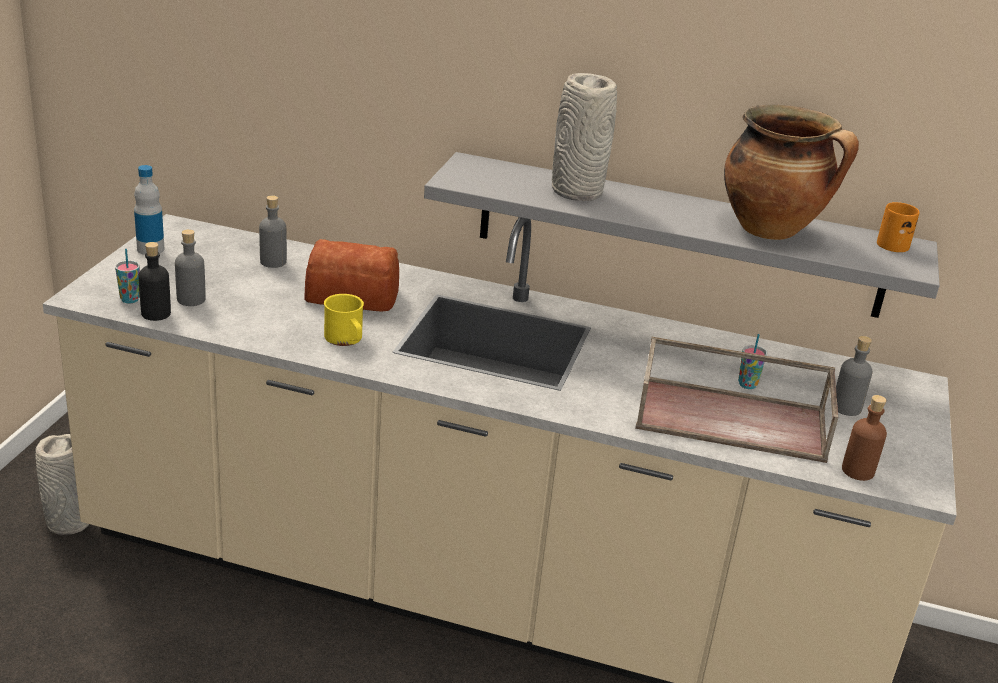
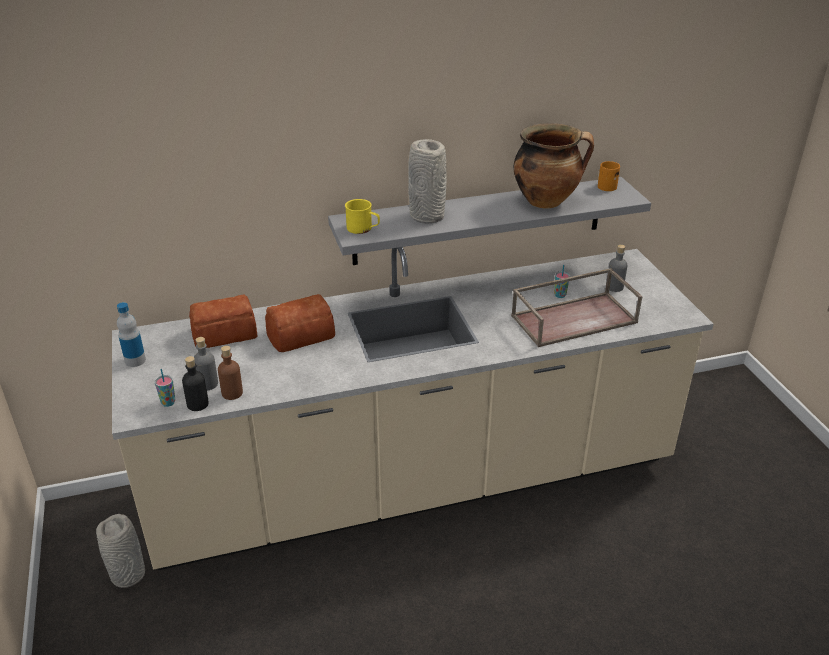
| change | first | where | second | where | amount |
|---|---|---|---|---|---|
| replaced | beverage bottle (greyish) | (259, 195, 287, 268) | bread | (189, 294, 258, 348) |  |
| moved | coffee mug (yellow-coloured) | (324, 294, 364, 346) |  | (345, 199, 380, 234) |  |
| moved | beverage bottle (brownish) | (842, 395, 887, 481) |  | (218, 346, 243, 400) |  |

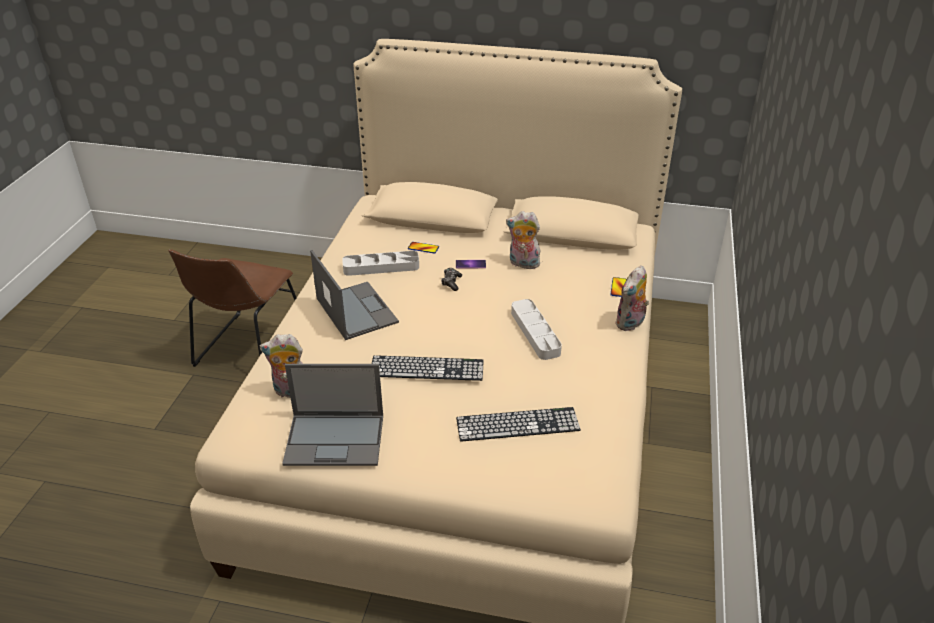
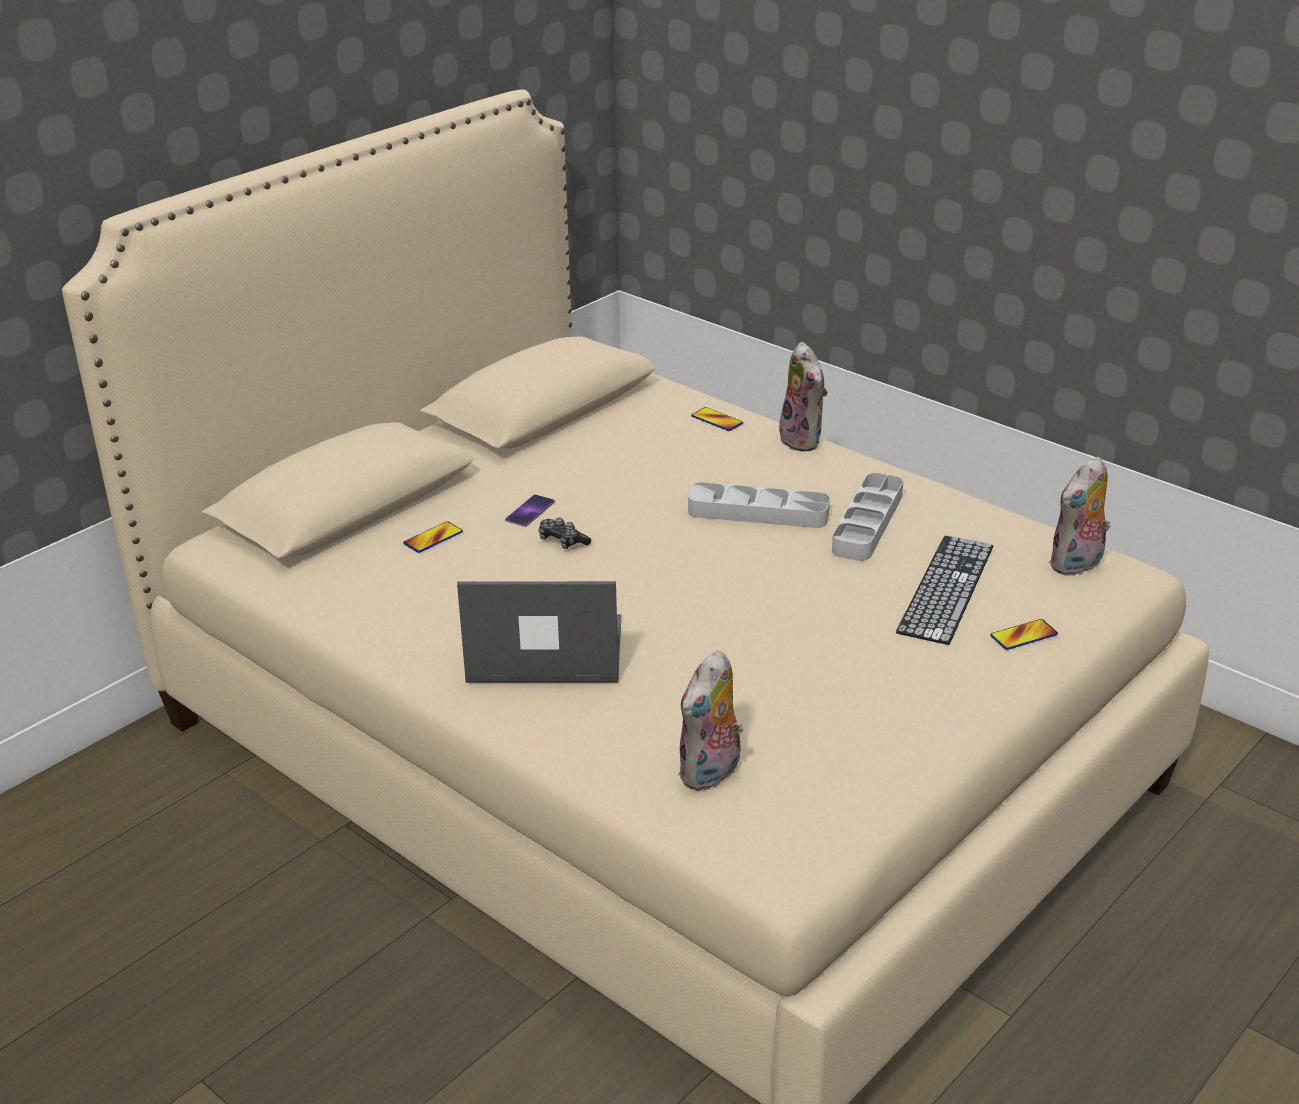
| change | first | where | second | where | amount |
|---|---|---|---|---|---|
| moved | cuddly toy | (506, 211, 540, 269) |  | (1049, 457, 1110, 576) |  |
| removed | chair (brownish) | (168, 249, 297, 367) |  |  |  |
| moved | serving tray (greyish) | (342, 251, 419, 276) |  | (832, 473, 903, 561) |  |
| removed | computer keyboard | (372, 356, 484, 381) |  |  |  |
| removed | portable computer | (282, 364, 383, 466) |  |  |  |
| added |  |  | handset | (991, 619, 1058, 650) |  |

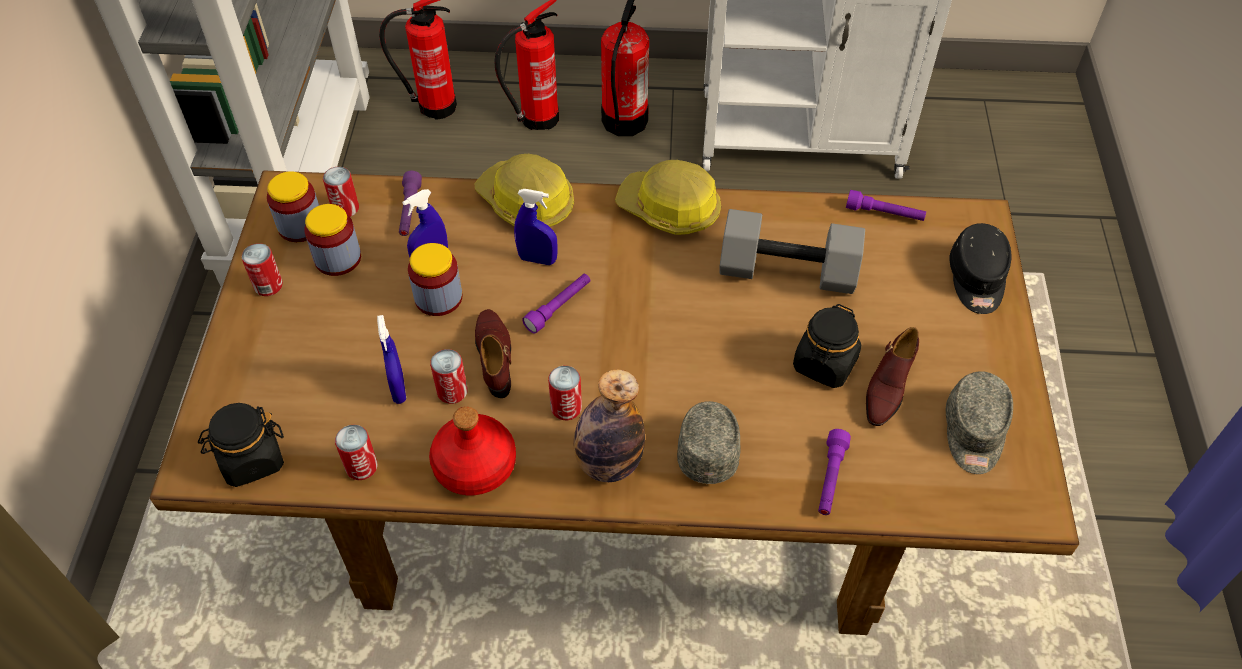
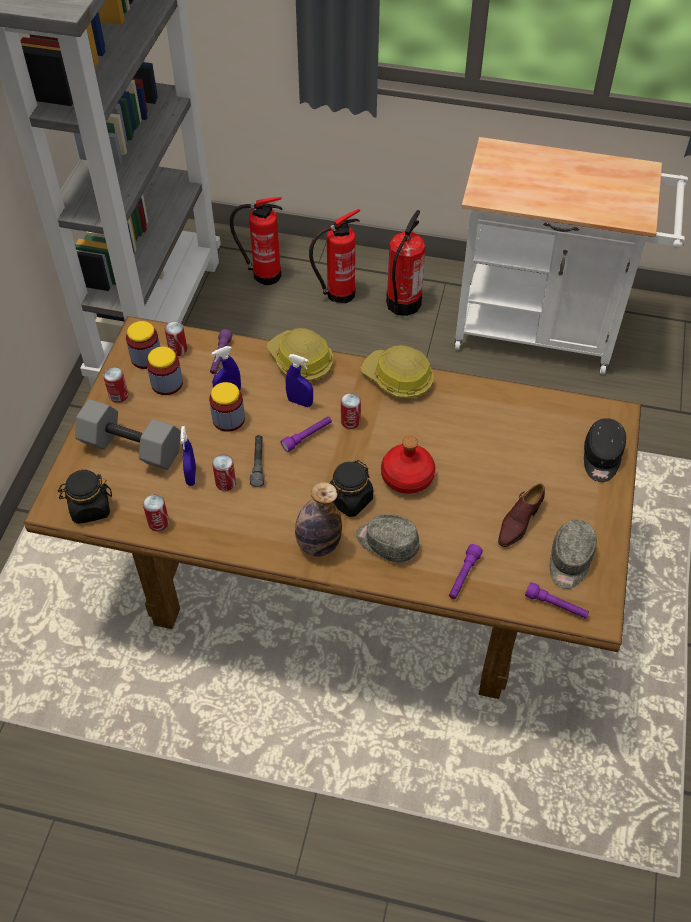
| change | first | where | second | where | amount |
|---|---|---|---|---|---|
| moved | hand torch (purplish) | (846, 190, 926, 221) |  | (525, 582, 589, 619) |  |
| moved | dumbbell (greyish) | (720, 209, 865, 294) |  | (75, 399, 181, 470) |  |
| moved | preserve jar (black) | (793, 304, 862, 388) |  | (330, 460, 373, 517) |  |
| replaced | item of footwear (brownish) | (475, 309, 512, 398) | hand torch (greyish) | (250, 435, 265, 487) |  |
| moved | can | (548, 366, 582, 420) |  | (341, 393, 361, 429) |  |
| turned | peaked cap (greyish) | (677, 401, 741, 484) |  | (356, 514, 419, 563) | 75 degrees counterclockwise |
| moved | beverage bottle (red-coloured) | (429, 407, 516, 495) |  | (381, 436, 436, 494) |  |

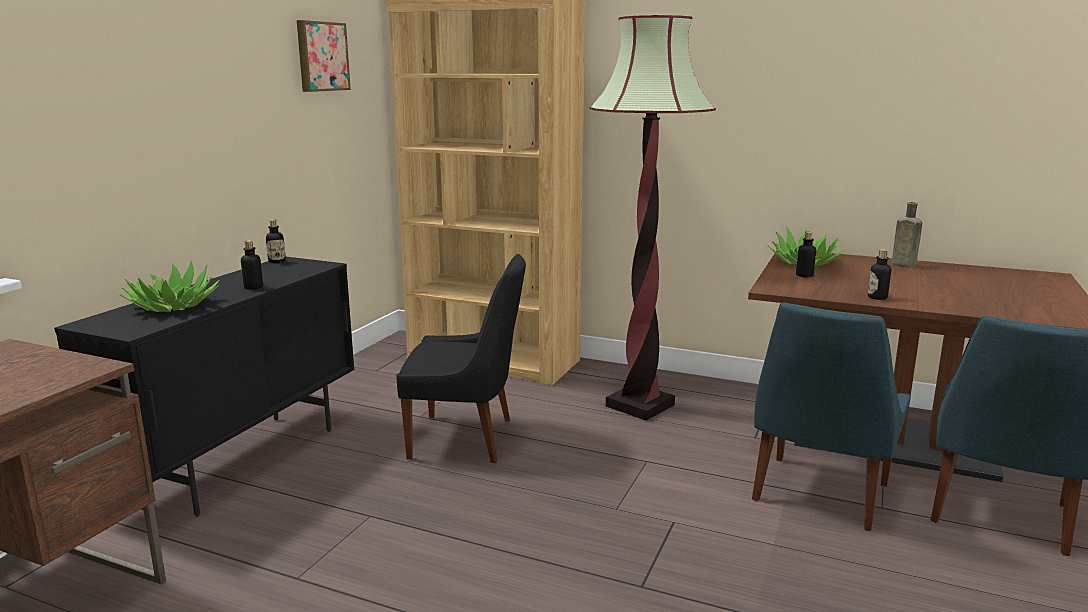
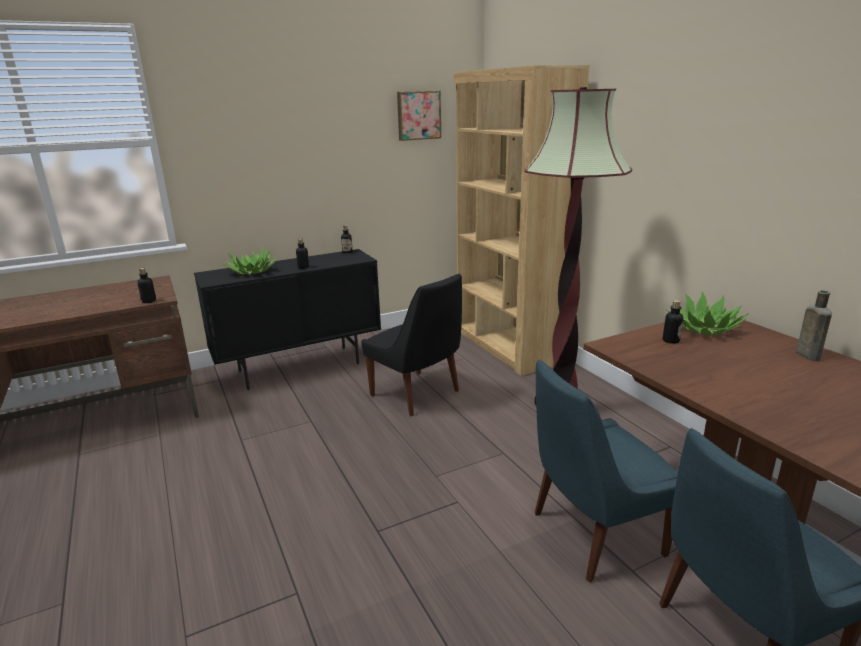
| change | first | where | second | where | amount |
|---|---|---|---|---|---|
| moved | beverage bottle | (868, 249, 891, 300) |  | (138, 268, 156, 303) |  |

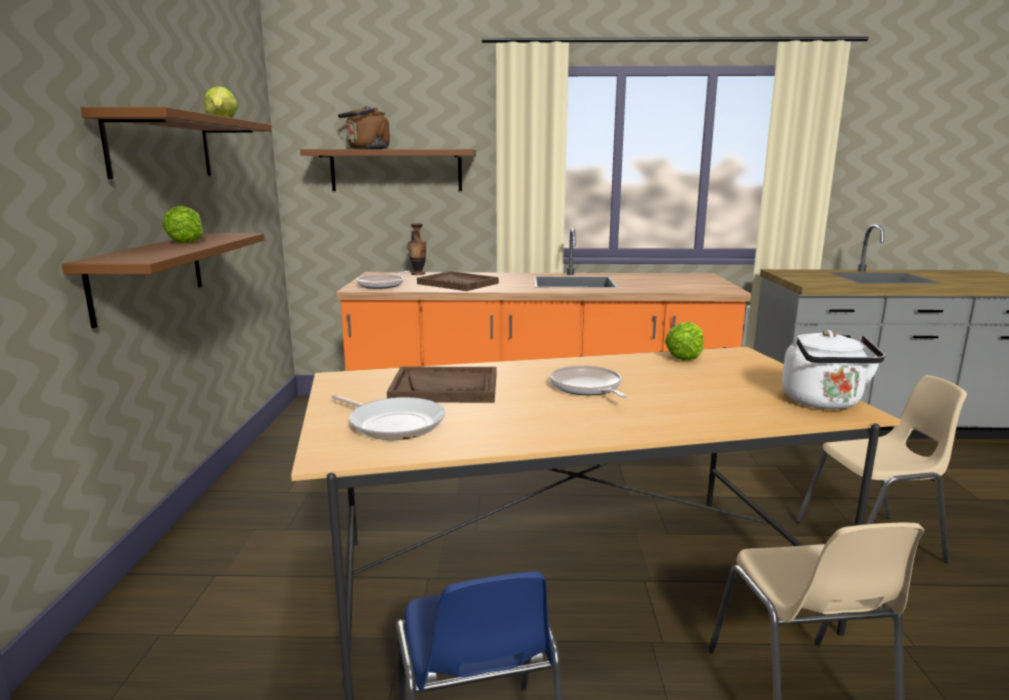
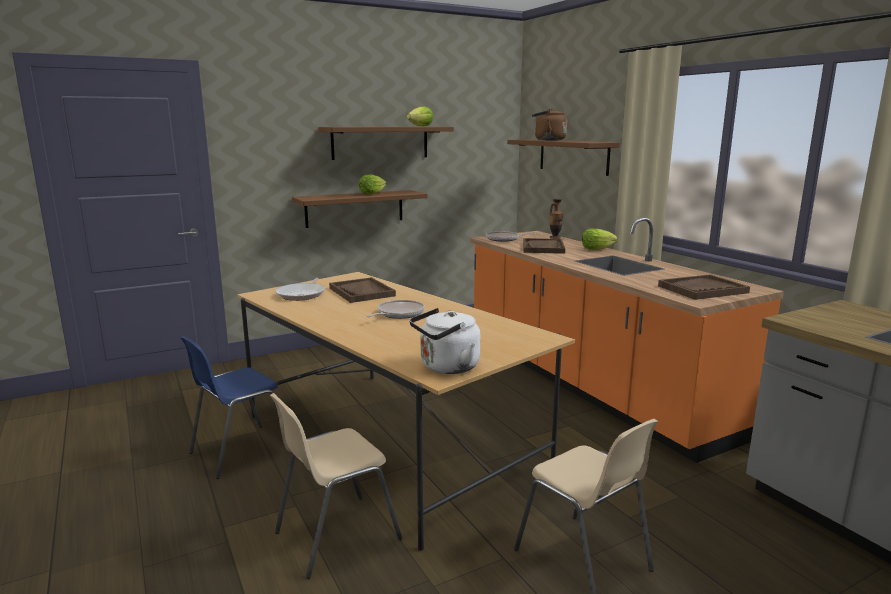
| change | first | where | second | where | amount |
|---|---|---|---|---|---|
| moved | lettuce | (665, 322, 704, 360) |  | (582, 228, 617, 250) |  |
| added |  |  | serving tray (brownish) | (658, 275, 750, 300) |  |

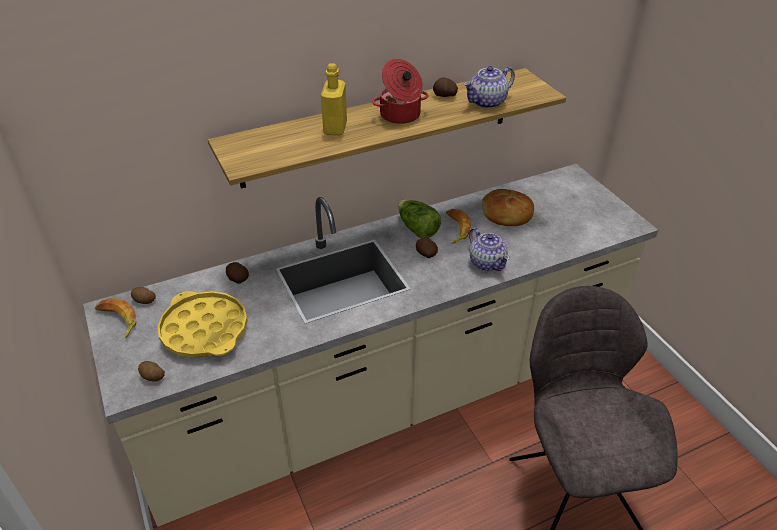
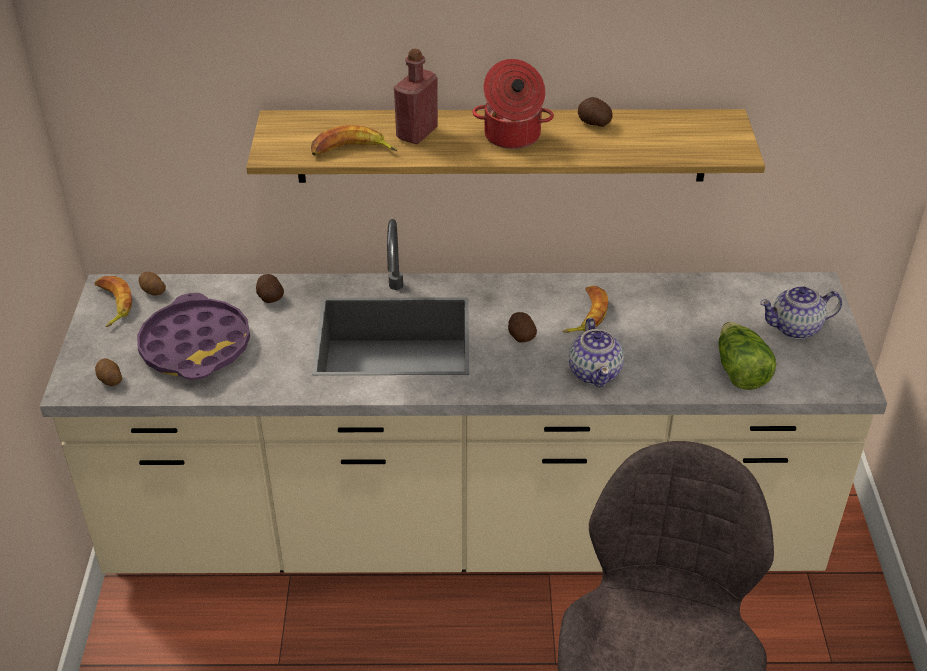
| change | first | where | second | where | amount |
|---|---|---|---|---|---|
| recoloured | beverage bottle (yellow-coloured) | (321, 63, 347, 135) | beverage bottle (red-coloured) | (394, 48, 438, 144) |  |
| moved | tea pot | (463, 66, 515, 109) |  | (760, 285, 842, 339) |  |
| removed | bread | (482, 189, 534, 226) |  |  |  |
| moved | lettuce | (398, 200, 441, 238) |  | (718, 322, 776, 390) |  |
| recoloured | serving tray (yellow-coloured) | (158, 291, 247, 358) | serving tray (purplish) | (137, 293, 250, 380) |  |
| added |  |  | banana fruit | (311, 125, 397, 156) |  |

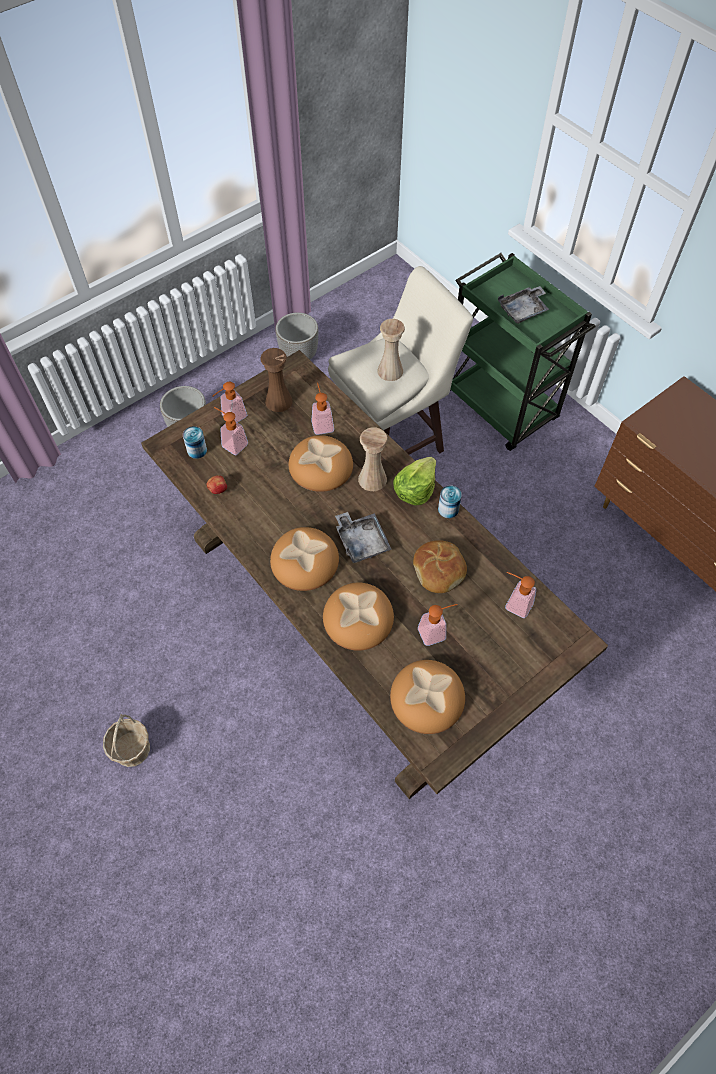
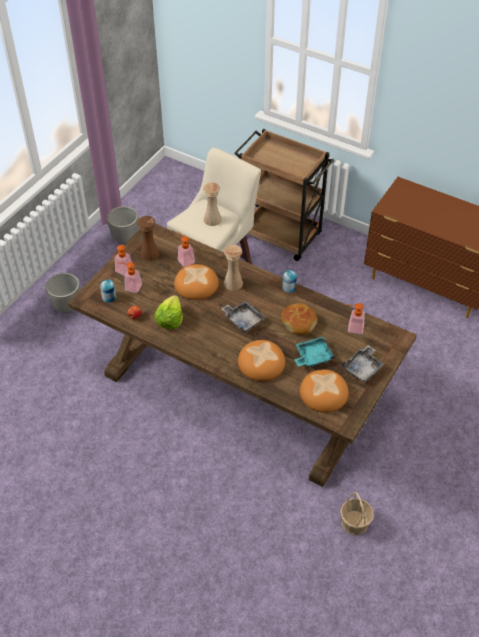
| change | first | where | second | where | amount |
|---|---|---|---|---|---|
| recoloured | wheeled cart (greenish) | (450, 253, 596, 451) | wheeled cart (brownish) | (234, 129, 334, 261) |  |
| moved | serving tray (greyish) | (498, 286, 549, 324) |  | (342, 345, 384, 382) |  |
| moved | lettuce | (393, 457, 436, 506) |  | (154, 295, 183, 329) |  |
| removed | bread | (270, 527, 339, 591) |  |  |  |
| replaced | soap bottle | (418, 604, 458, 646) | serving tray (turquoise-coloured) | (294, 336, 335, 367) |  |
| moved | household basket | (103, 714, 150, 767) |  | (340, 492, 374, 535) |  |

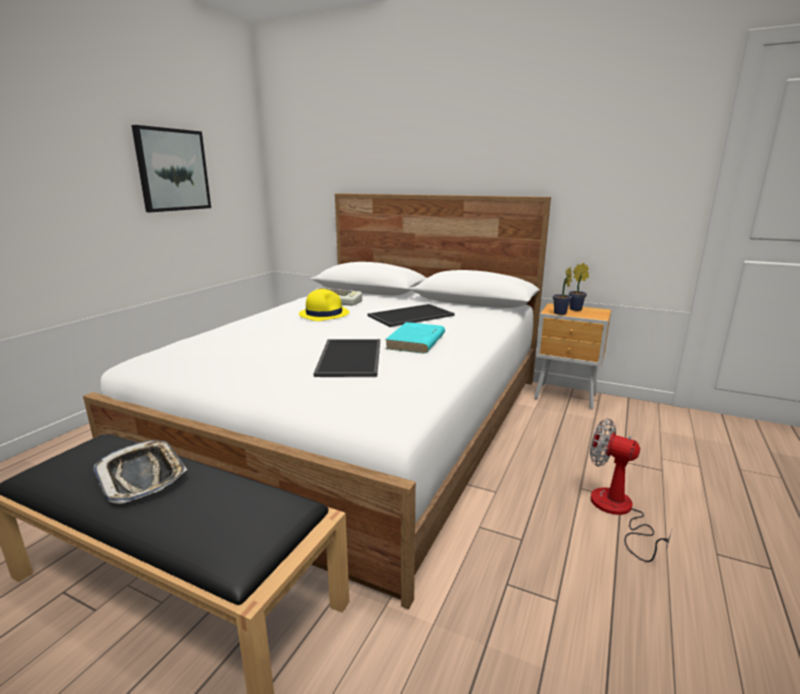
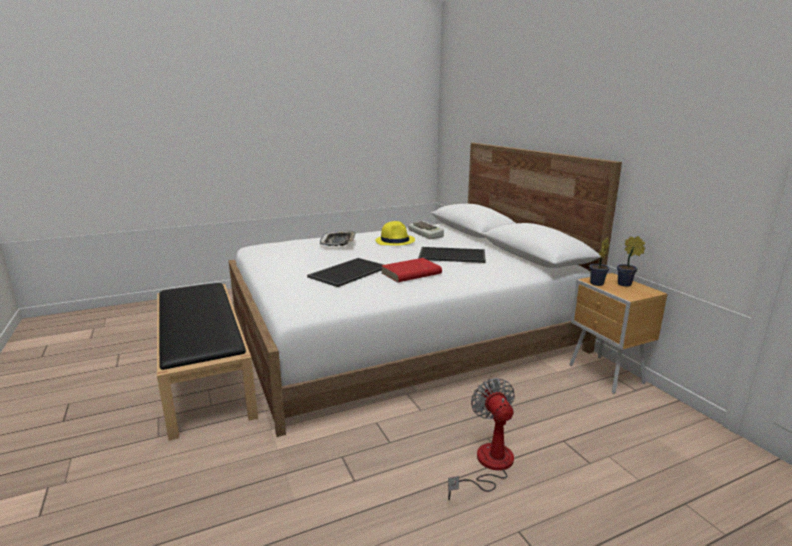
| change | first | where | second | where | amount |
|---|---|---|---|---|---|
| removed | wall art | (132, 125, 211, 212) |  |  |  |
| recoloured | book (turquoise-coloured) | (385, 322, 445, 354) | book (red-coloured) | (381, 258, 442, 282) |  |
| moved | serving tray | (94, 440, 187, 504) |  | (320, 231, 356, 246) |  |

